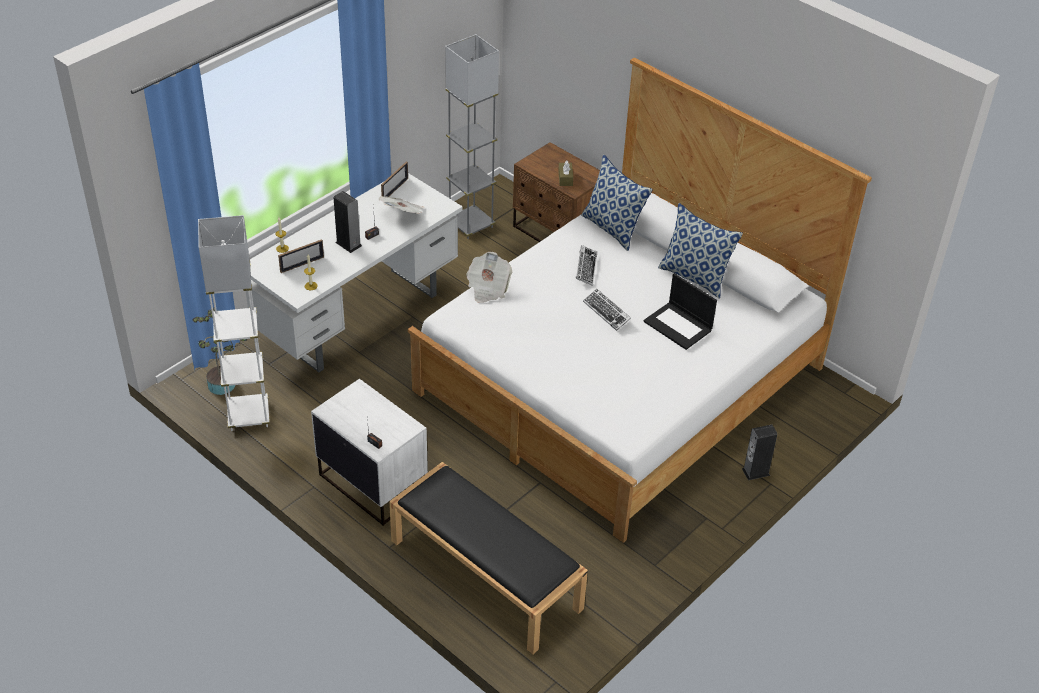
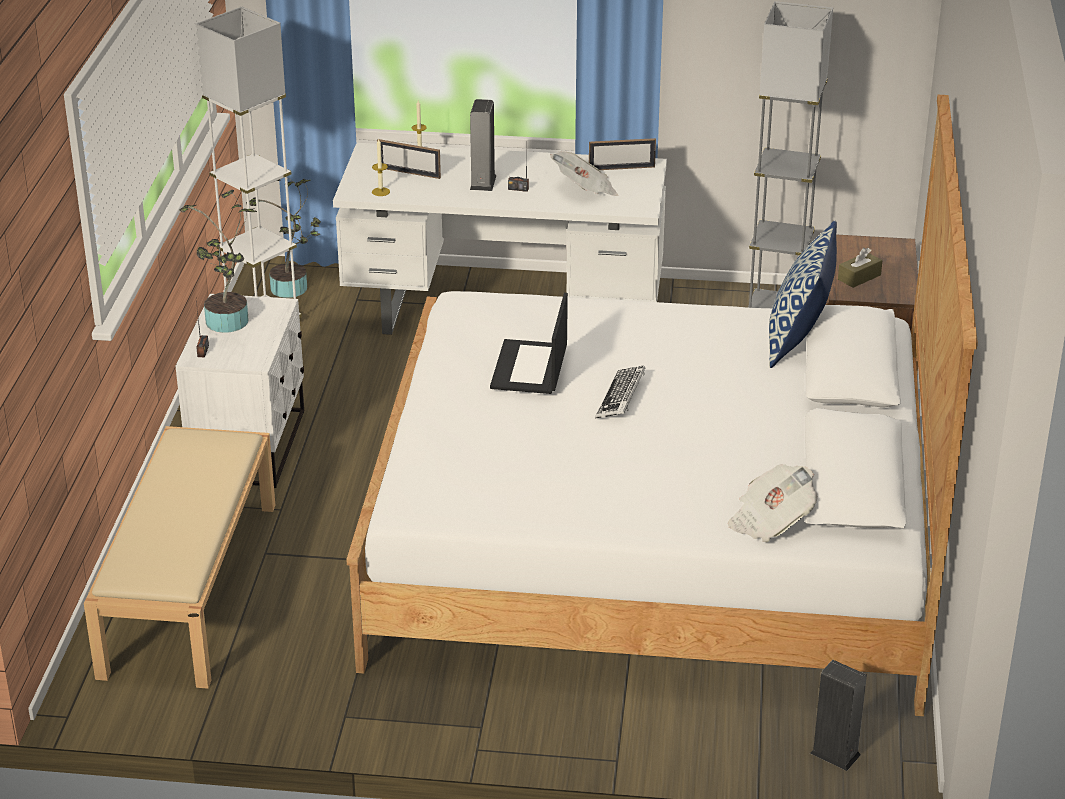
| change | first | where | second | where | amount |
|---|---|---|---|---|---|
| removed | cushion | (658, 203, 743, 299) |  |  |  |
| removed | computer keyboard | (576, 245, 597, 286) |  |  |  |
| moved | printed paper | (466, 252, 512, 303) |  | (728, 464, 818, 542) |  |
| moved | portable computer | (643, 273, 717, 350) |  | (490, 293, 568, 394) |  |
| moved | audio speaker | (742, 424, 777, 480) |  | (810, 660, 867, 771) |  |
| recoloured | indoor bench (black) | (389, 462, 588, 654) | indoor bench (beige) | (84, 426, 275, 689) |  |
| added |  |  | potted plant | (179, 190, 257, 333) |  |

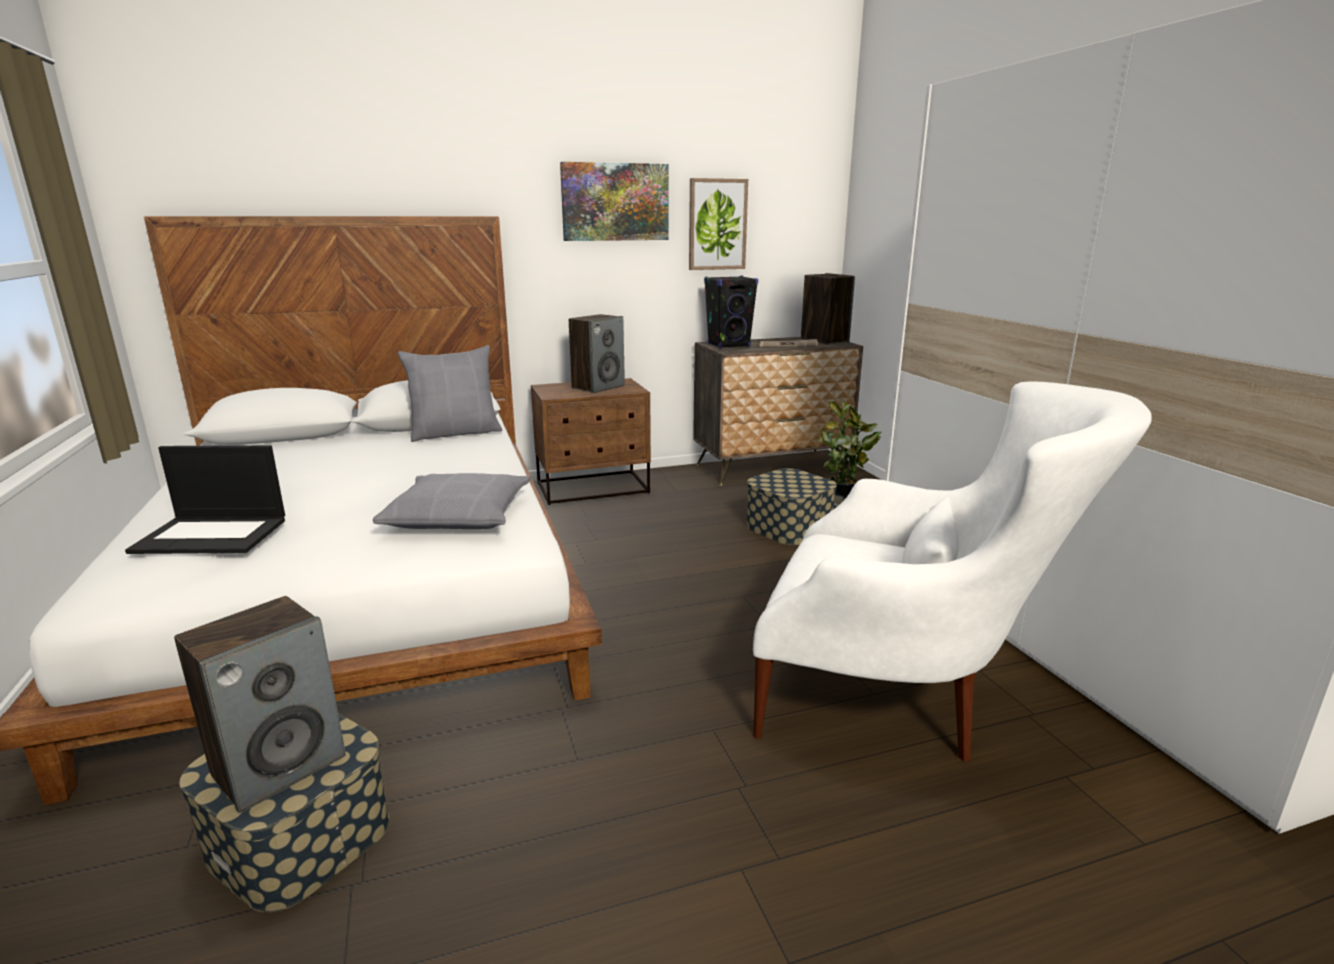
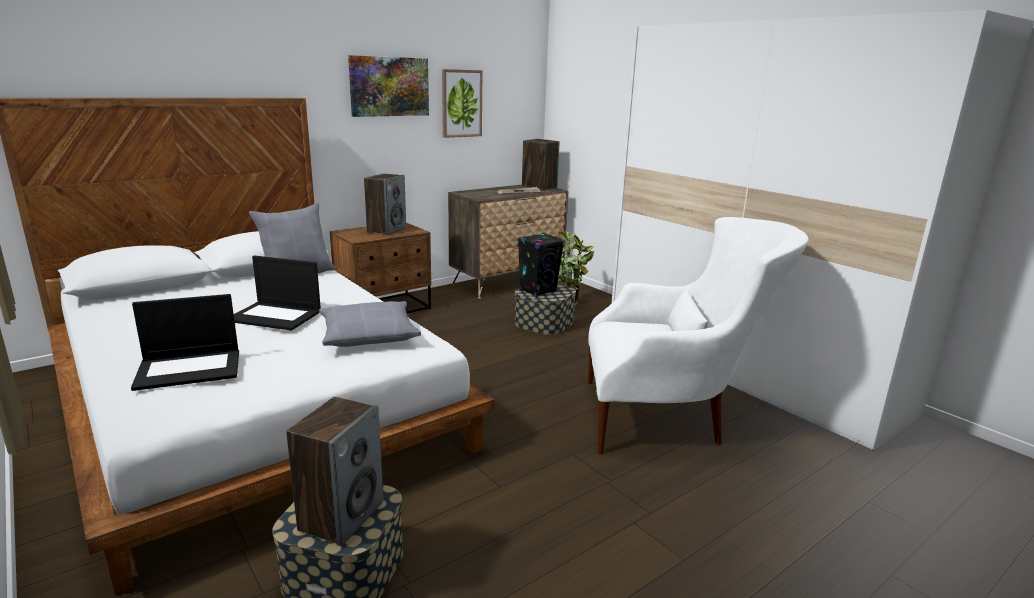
| change | first | where | second | where | amount |
|---|---|---|---|---|---|
| moved | audio speaker (black) | (704, 276, 758, 348) |  | (517, 233, 564, 297) |  |
| added |  |  | portable computer | (234, 255, 321, 331) |  |

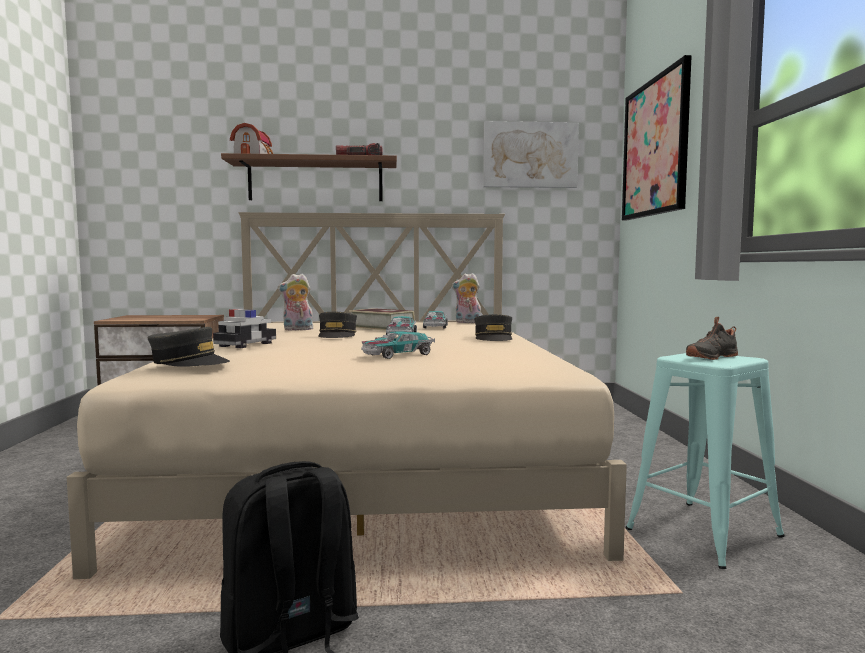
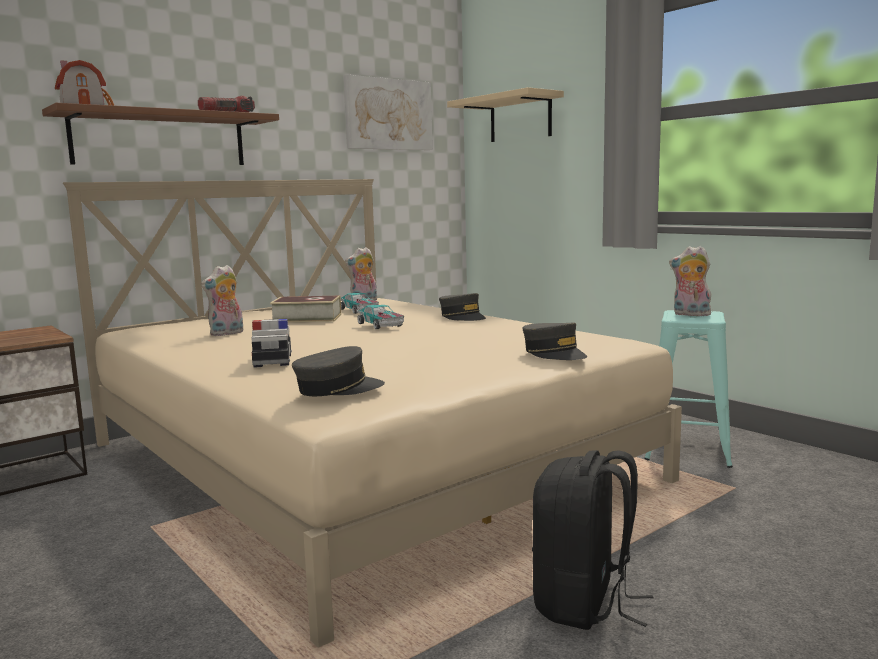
| change | first | where | second | where | amount |
|---|---|---|---|---|---|
| replaced | wall art | (622, 55, 692, 220) | shelf (beige) | (447, 87, 564, 142) |  |
| moved | peaked cap (greyish) | (318, 312, 357, 338) |  | (522, 323, 587, 360) |  |
| replaced | item of footwear (black) | (686, 317, 738, 360) | cuddly toy | (669, 246, 711, 316) |  |
| removed | model car | (361, 331, 435, 359) |  |  |  |

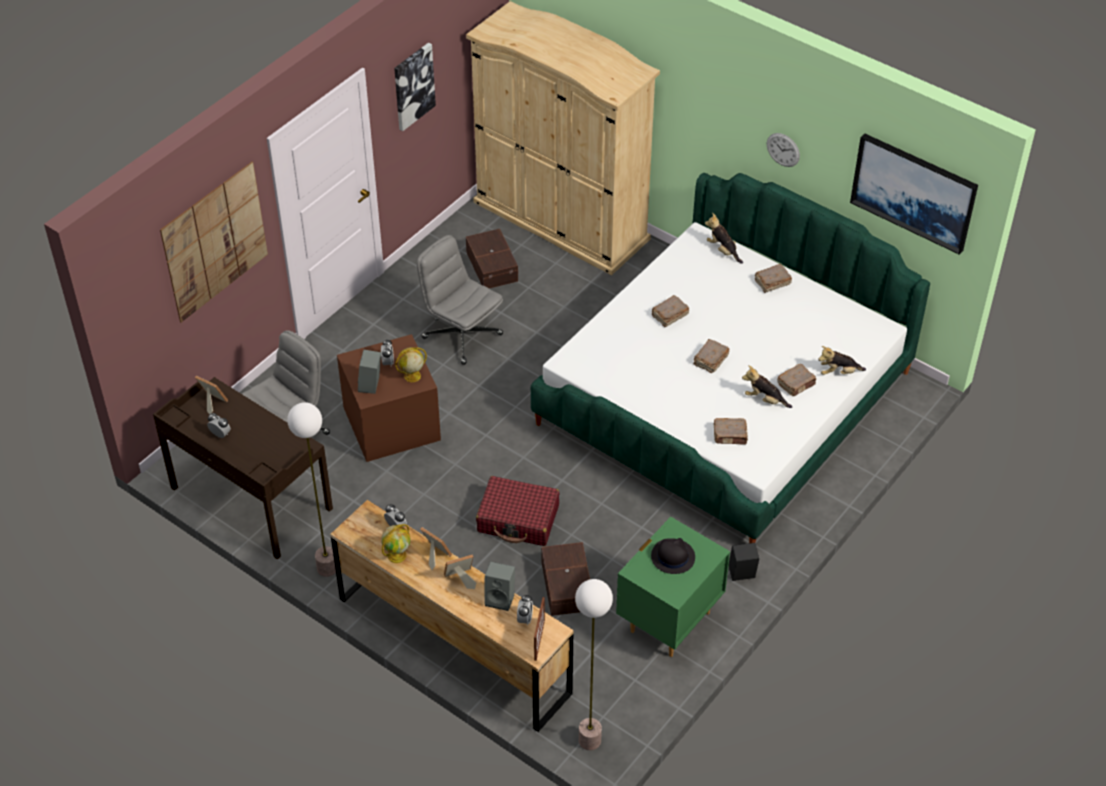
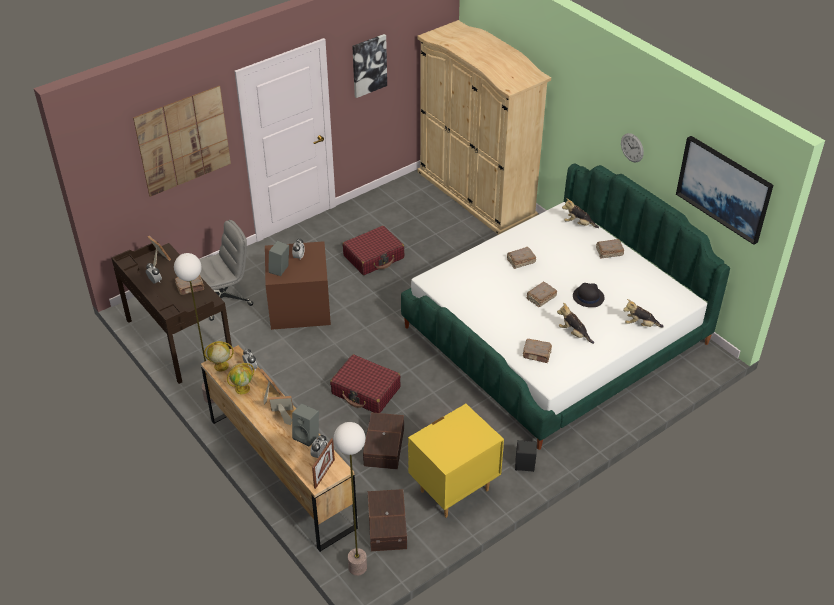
| change | first | where | second | where | amount |
|---|---|---|---|---|---|
| turned | cuddly toy | (705, 213, 743, 264) |  | (562, 198, 599, 228) | 45 degrees counterclockwise |
| moved | storage bin (brownish) | (466, 229, 518, 288) |  | (368, 489, 407, 551) |  |
| replaced | office chair (greyish) | (417, 235, 503, 365) | suitcase (red-coloured) | (342, 226, 404, 275) |  |
| moved | world globe | (395, 347, 427, 382) |  | (204, 341, 234, 371) |  |
| moved | book (brownish) | (777, 364, 816, 396) |  | (175, 275, 204, 295) |  |
| recoloured | nightstand (greenish) | (616, 516, 730, 657) | nightstand (yellow-coloured) | (408, 404, 504, 518) |  |
| moved | wearable hat (black) | (651, 538, 695, 574) |  | (573, 283, 605, 307) |  |

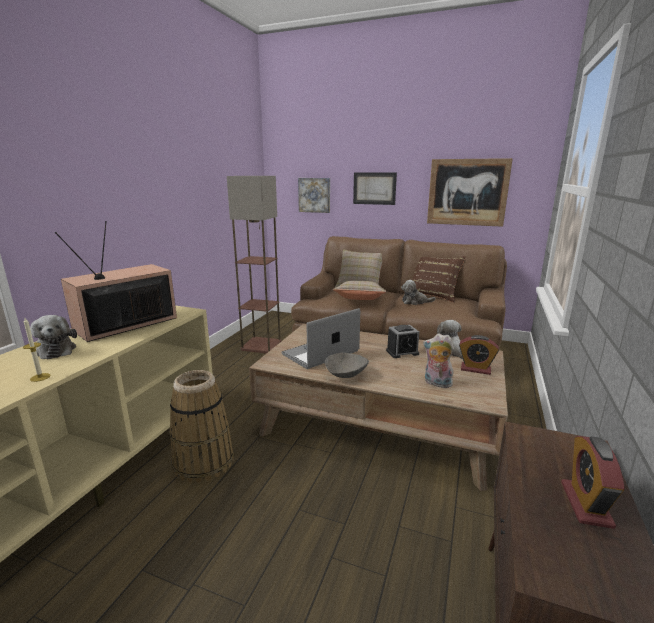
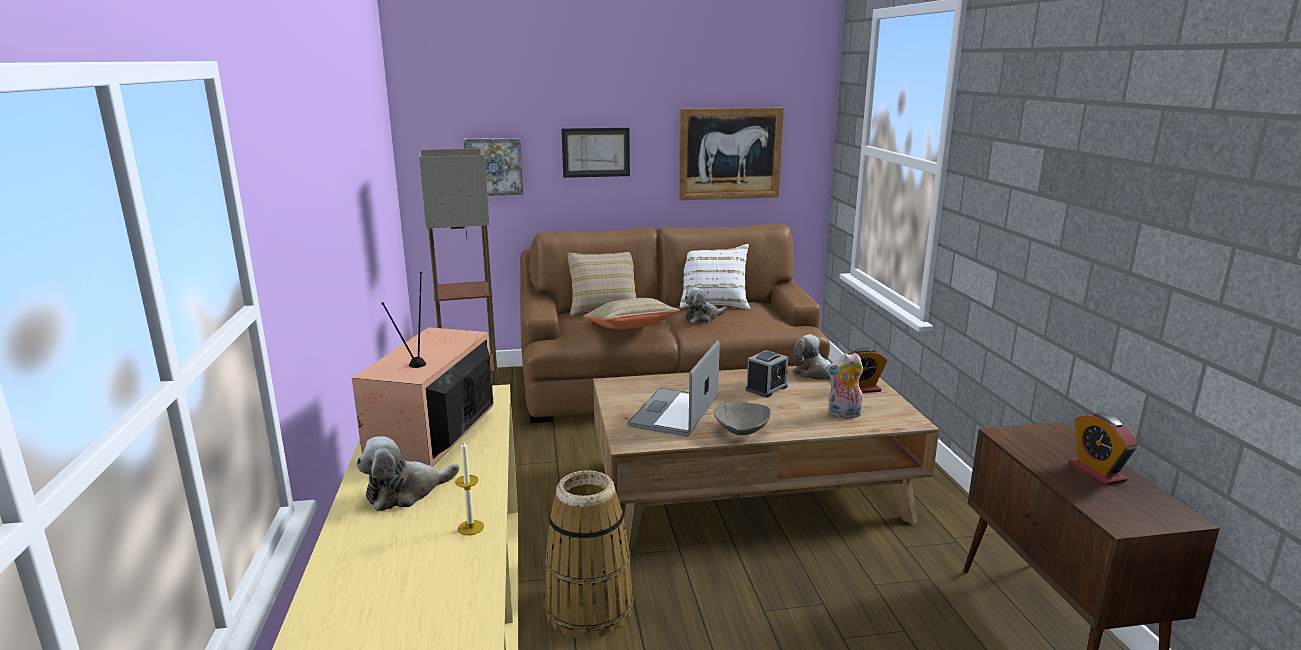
| change | first | where | second | where | amount |
|---|---|---|---|---|---|
| recoloured | cushion (brownish) | (413, 256, 466, 302) | cushion (white) | (680, 244, 750, 310) |  |
| turned | cuddly toy | (30, 315, 77, 359) |  | (356, 436, 460, 511) | 120 degrees clockwise |

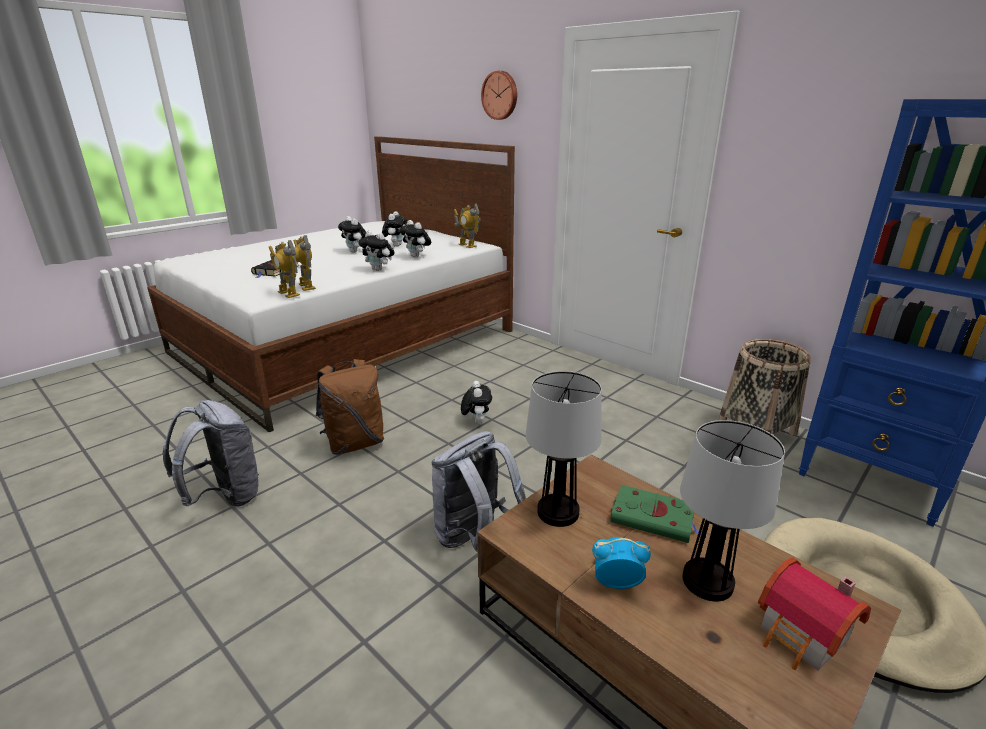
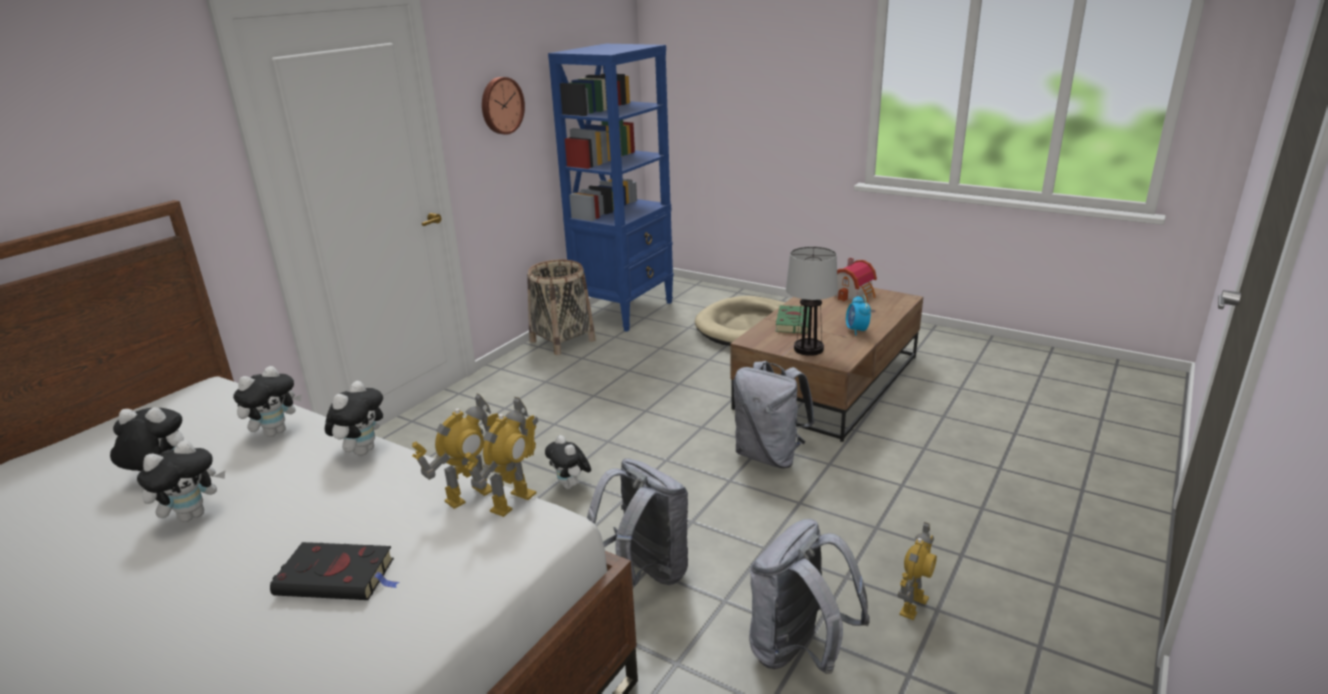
| change | first | where | second | where | amount |
|---|---|---|---|---|---|
| moved | wall clock | (481, 71, 517, 120) |  | (482, 77, 525, 135) |  |
| moved | toy robot | (454, 204, 481, 248) |  | (898, 522, 937, 620) |  |
| recoloured | backpack (brownish) | (316, 359, 384, 455) | backpack (greyish) | (587, 458, 688, 588) |  |
| turned | cuddly toy | (461, 381, 492, 424) |  | (545, 435, 591, 489) | 105 degrees counterclockwise |
| removed | lamp for a table | (680, 420, 785, 601) |  |  |  |

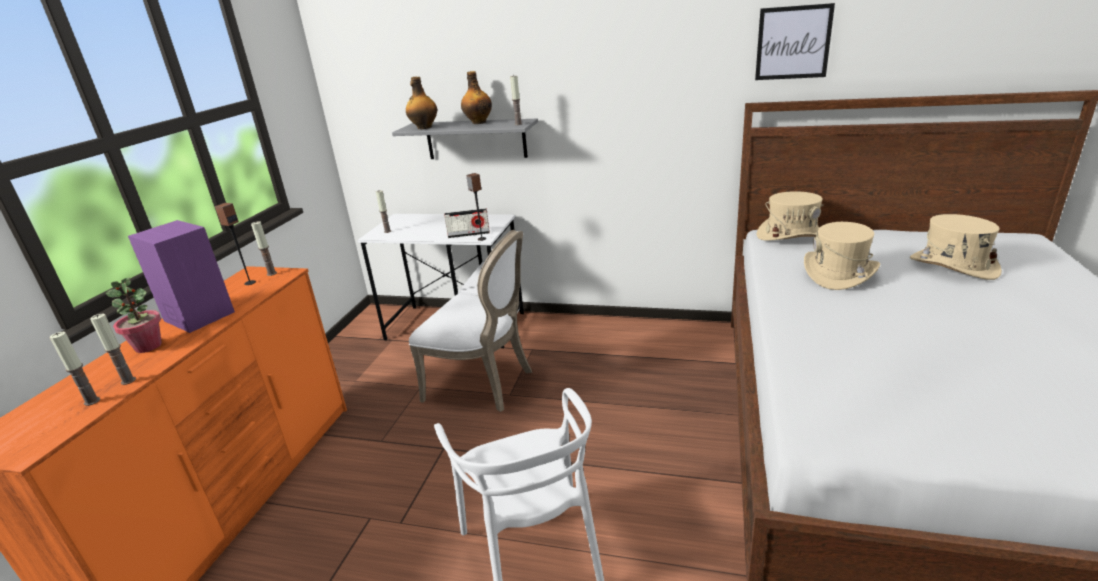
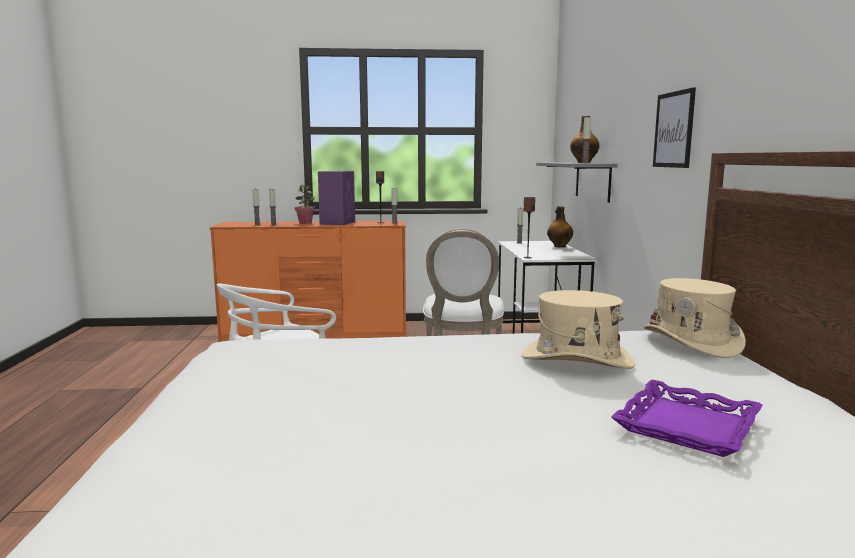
| change | first | where | second | where | amount |
|---|---|---|---|---|---|
| moved | wall art | (755, 3, 835, 80) |  | (653, 87, 696, 168) |  |
| moved | beverage bottle | (406, 77, 437, 129) |  | (547, 206, 573, 248) |  |
| removed | radio set | (444, 208, 490, 238) |  |  |  |
| replaced | wearable hat (beige) | (910, 214, 1002, 280) | serving tray (purplish) | (611, 379, 763, 457) |  |

